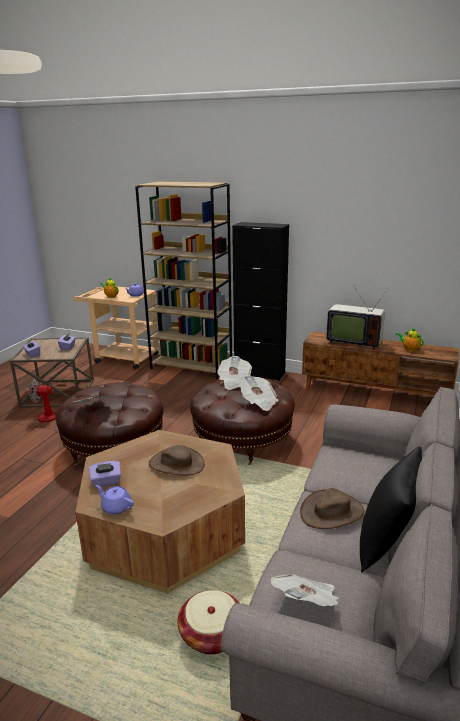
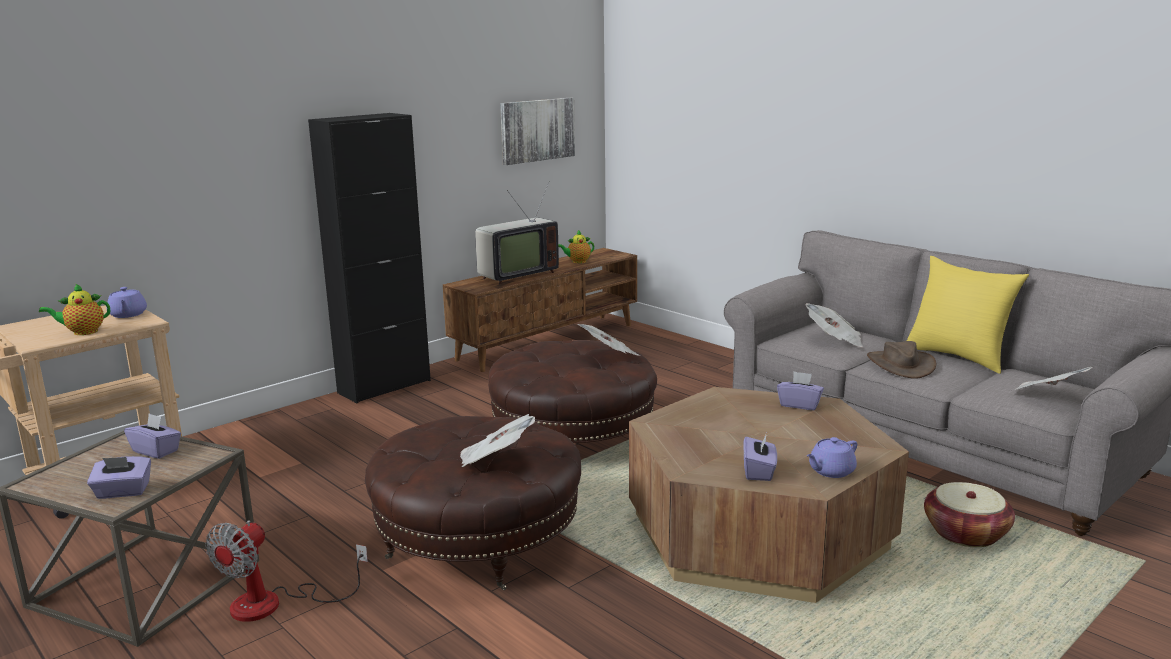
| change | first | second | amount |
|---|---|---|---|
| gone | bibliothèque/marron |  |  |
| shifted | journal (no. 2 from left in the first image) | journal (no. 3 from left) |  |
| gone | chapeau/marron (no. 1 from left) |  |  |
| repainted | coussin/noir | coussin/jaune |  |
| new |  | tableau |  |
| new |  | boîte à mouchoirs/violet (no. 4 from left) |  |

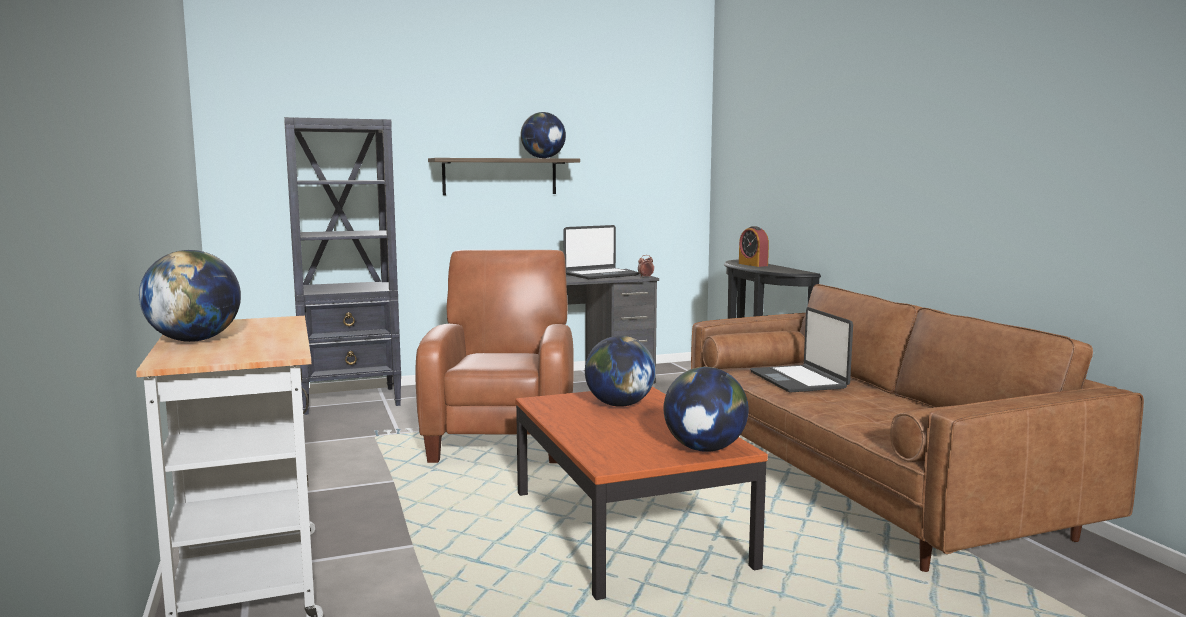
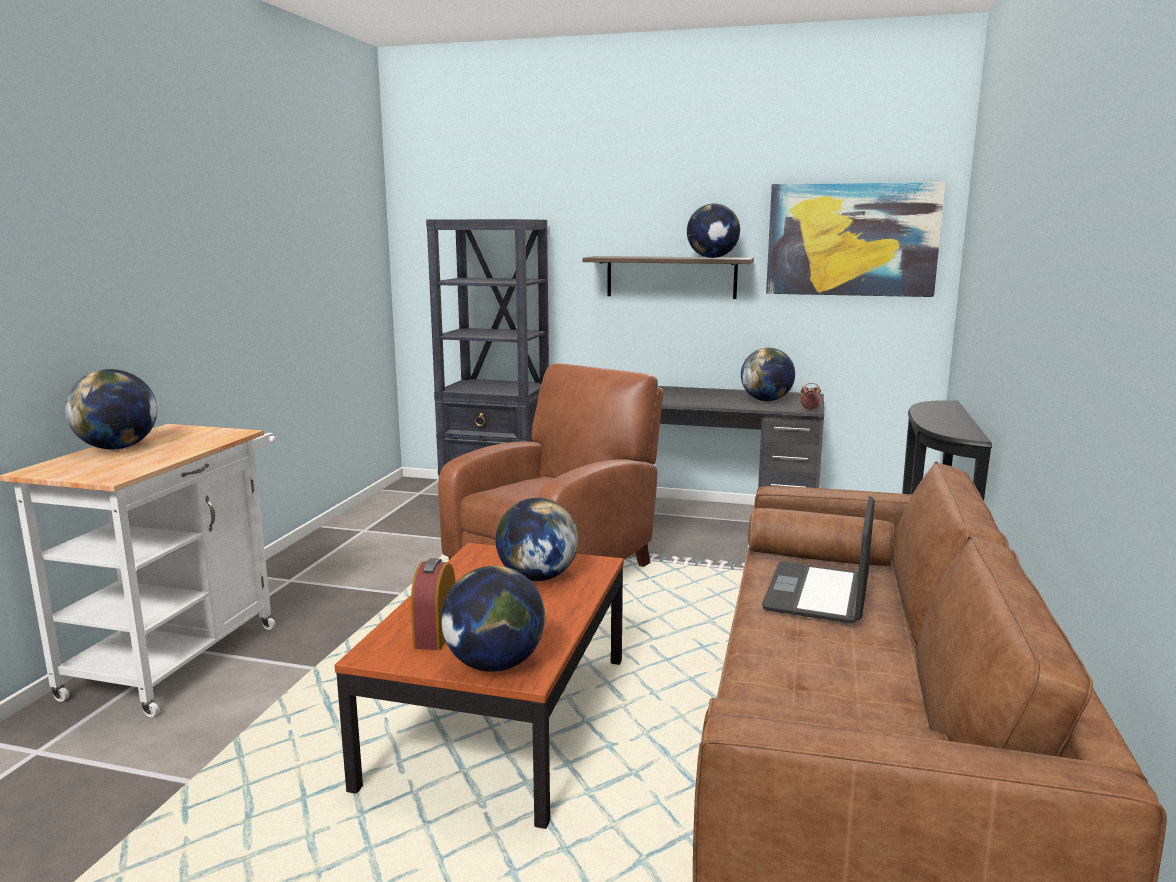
| change | first | second | amount |
|---|---|---|---|
| swapped | ordinateur portable (no. 1 from left) | globe (no. 5 from left) |  |
| shifted | réveil (no. 2 from left in the first image) | réveil (no. 1 from left) |  |
| new |  | tableau |  |

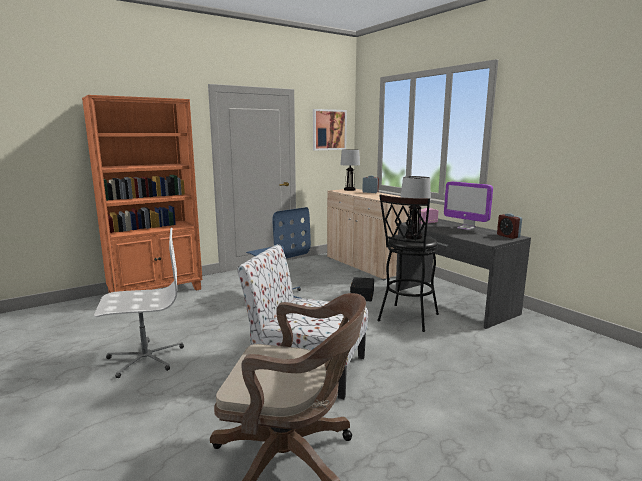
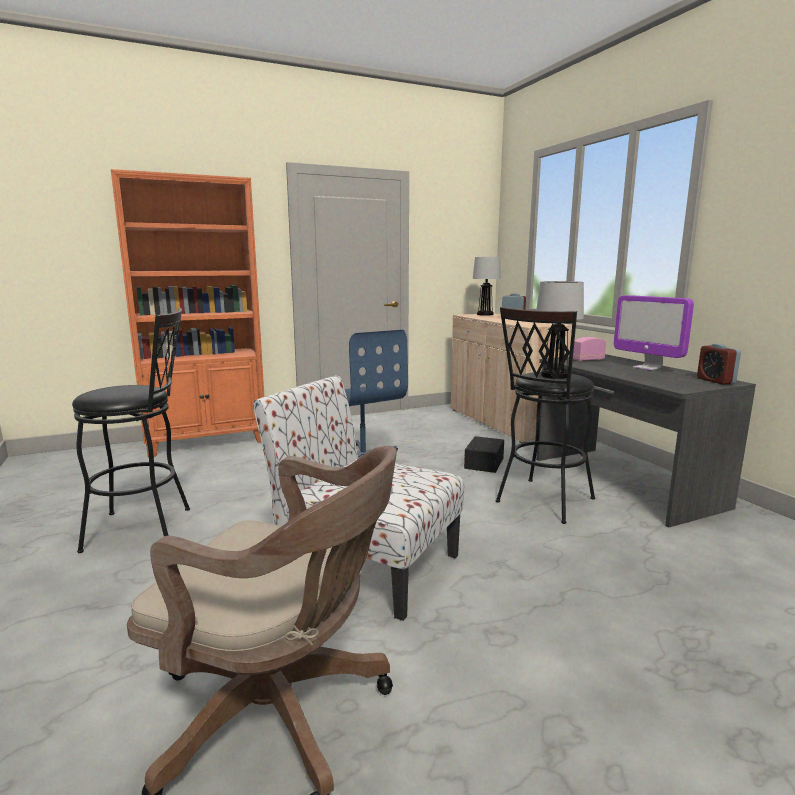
| change | first | second | amount |
|---|---|---|---|
| gone | tableau |  |  |
| swapped | chaise de bureau/blanc | tabouret/noir (no. 1 from left) |  |

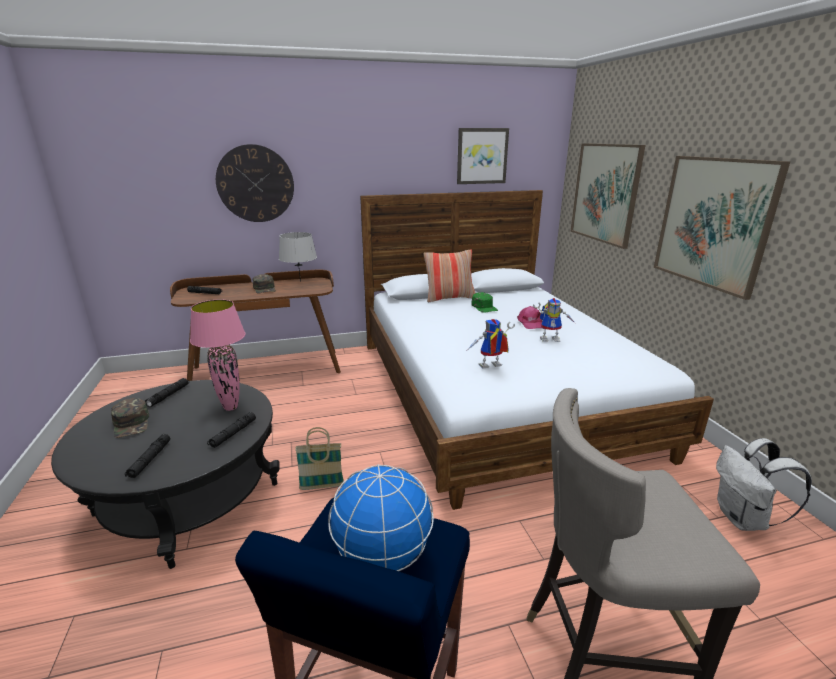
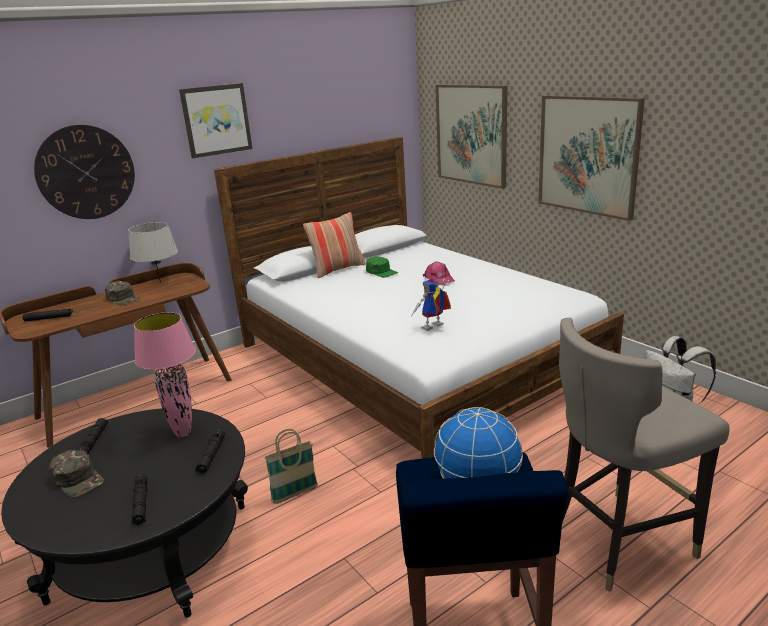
| change | first | second | amount |
|---|---|---|---|
| shifted | tableau (no. 1 from left) |  |  |
| gone | robot jouet (no. 2 from left) |  |  |

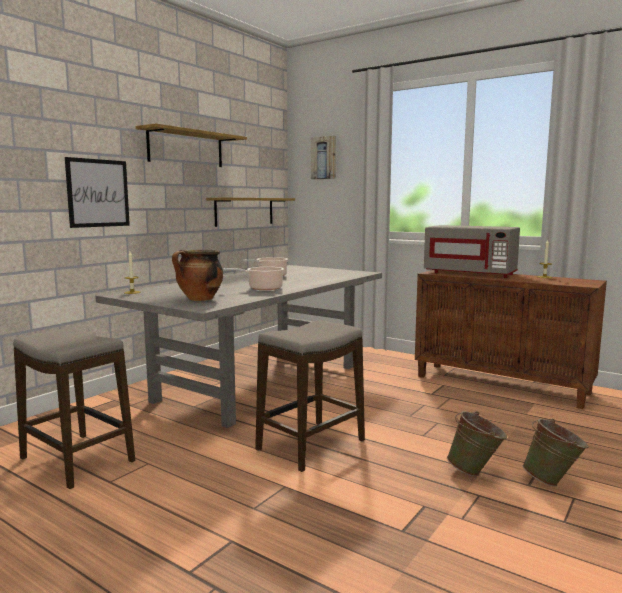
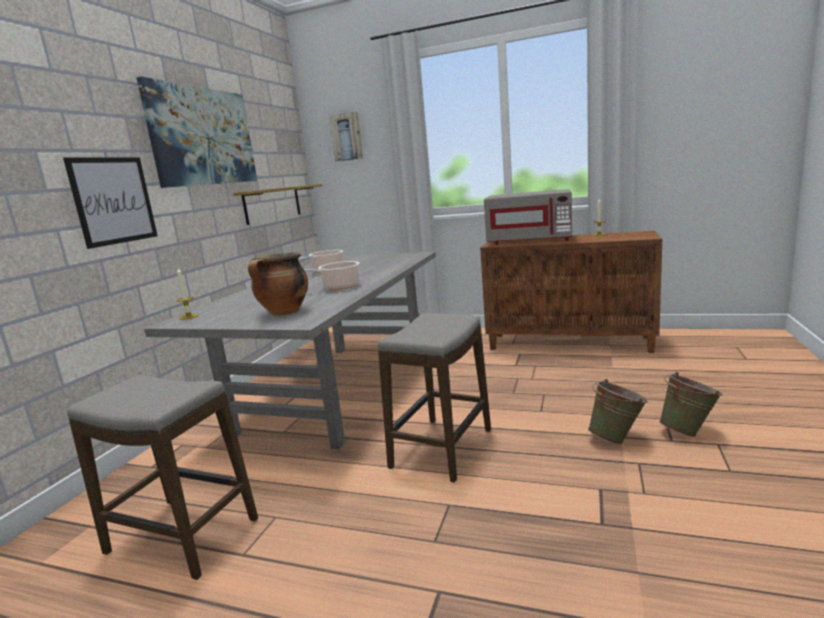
| change | first | second | amount |
|---|---|---|---|
| swapped | étagère (no. 1 from left) | tableau (no. 2 from left) |  |

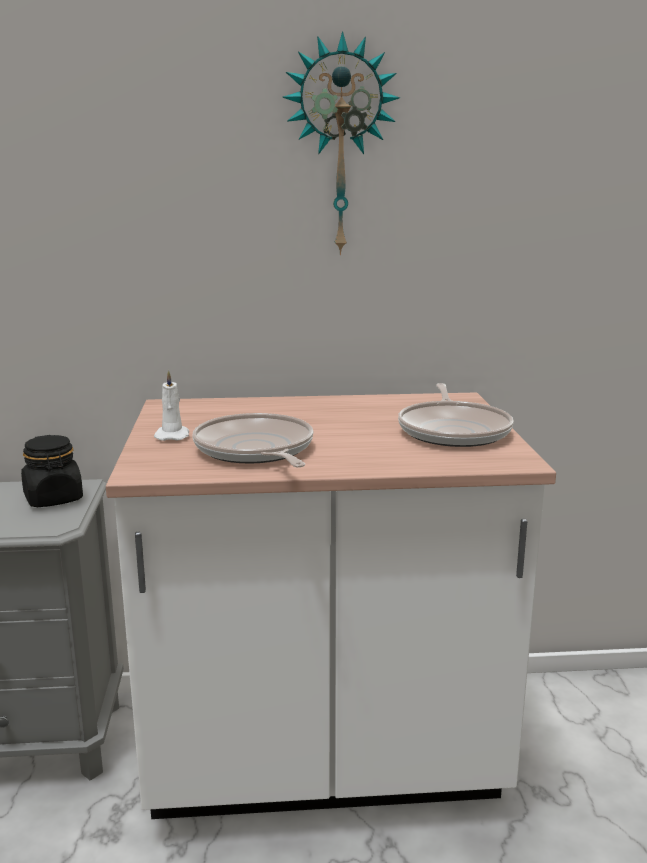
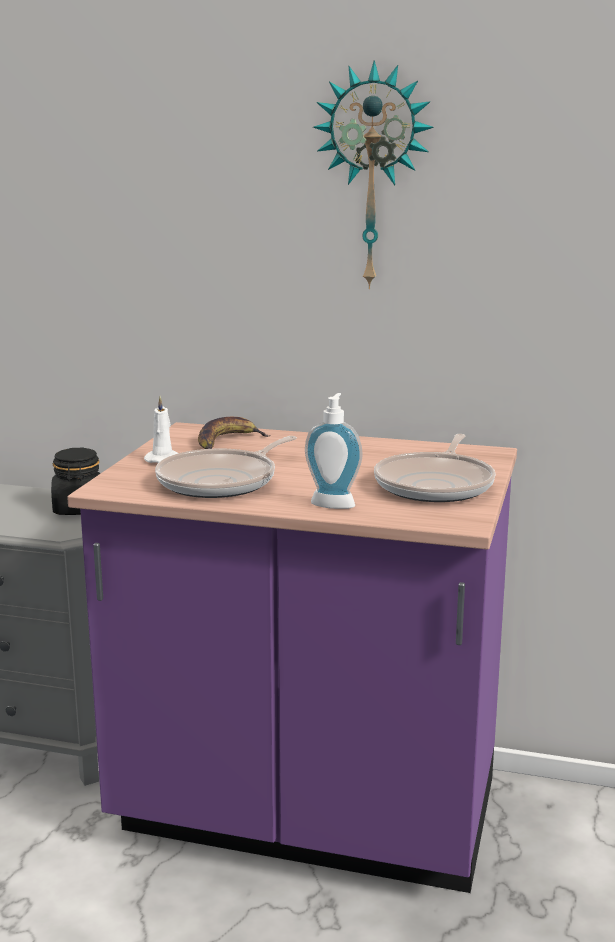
| change | first | second | amount |
|---|---|---|---|
| repainted | comptoir de cuisine/blanc | comptoir de cuisine/violet |  |
| rotated | poêle (no. 1 from left) |  | 135 degrees counterclockwise |
| new |  | distributeur de savon |  |
| new |  | banane |  |

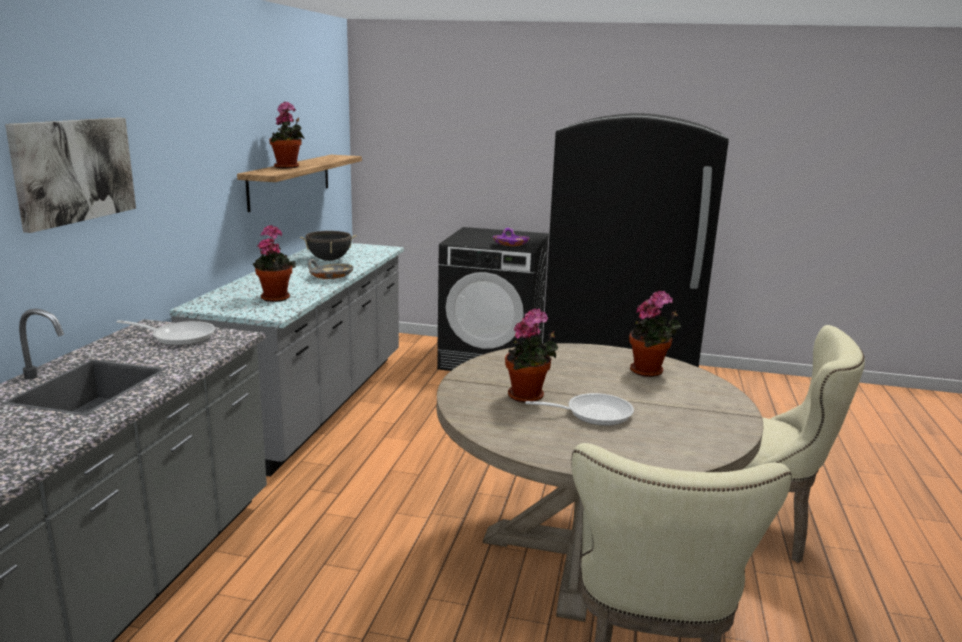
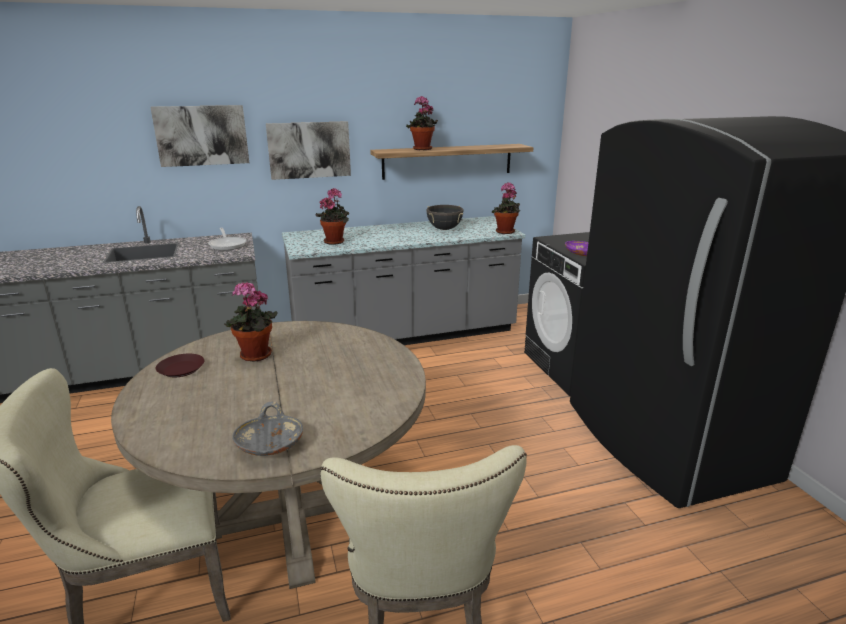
| change | first | second | amount |
|---|---|---|---|
| shifted | bol/gris |  |  |
| shifted | plante en pot (no. 4 from left) |  |  |
| gone | poêle (no. 2 from left) |  |  |
| new |  | tableau (no. 2 from left) |  |
| new |  | assiette/marron |  |

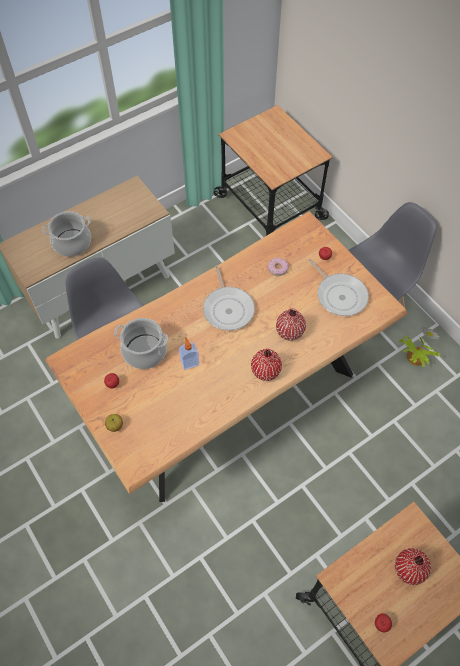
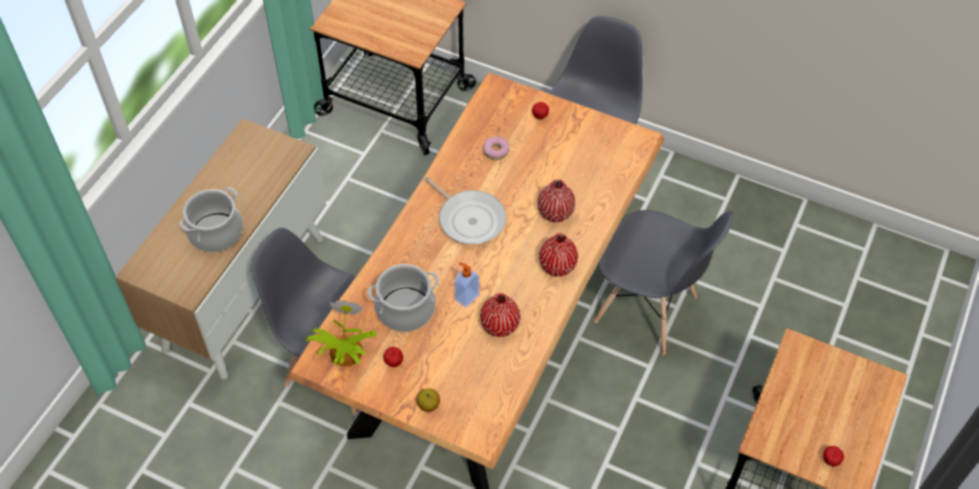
| change | first | second | amount |
|---|---|---|---|
| gone | poêle (no. 2 from left) |  |  |
| shifted | plante en pot |  |  |
| shifted | vase/rouge (no. 3 from left in the first image) | vase/rouge (no. 1 from left) |  |
| new |  | chaise/gris (no. 3 from left) |  |

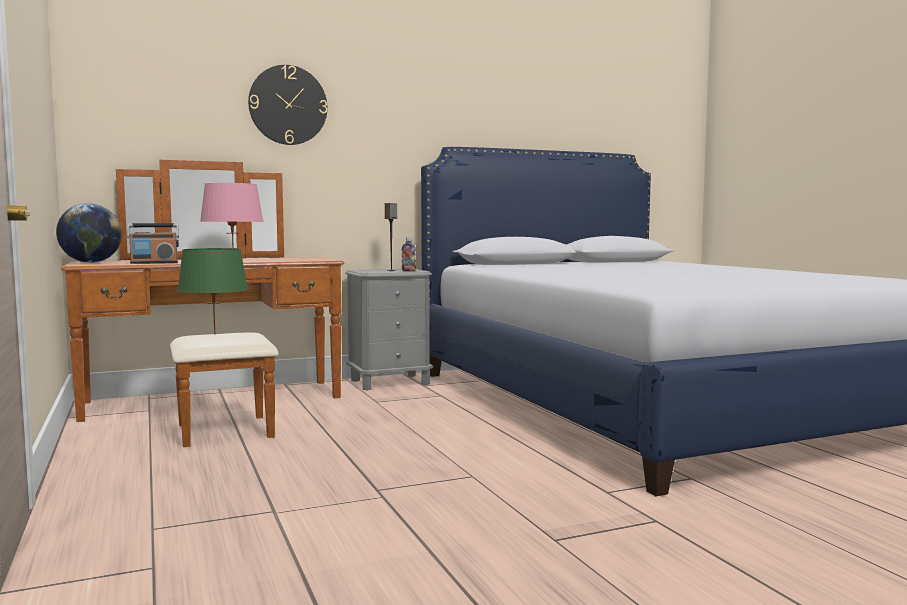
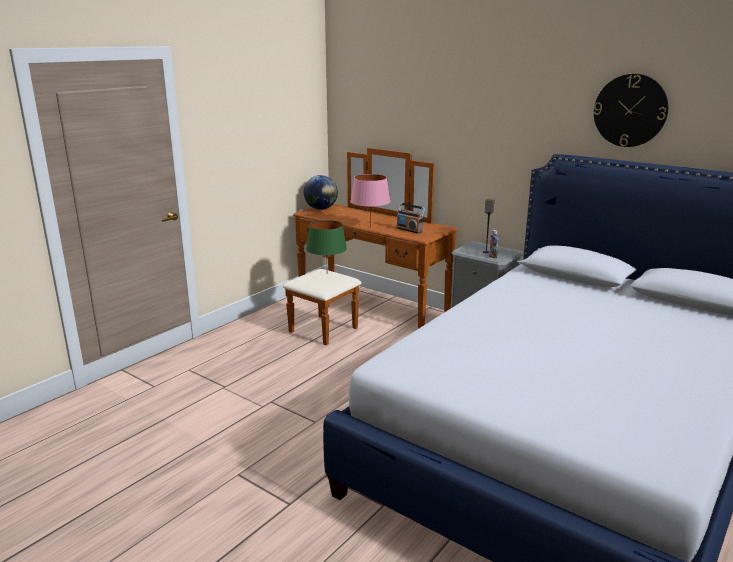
| change | first | second | amount |
|---|---|---|---|
| shifted | horloge murale |  |  |
| shifted | radio |  |  |

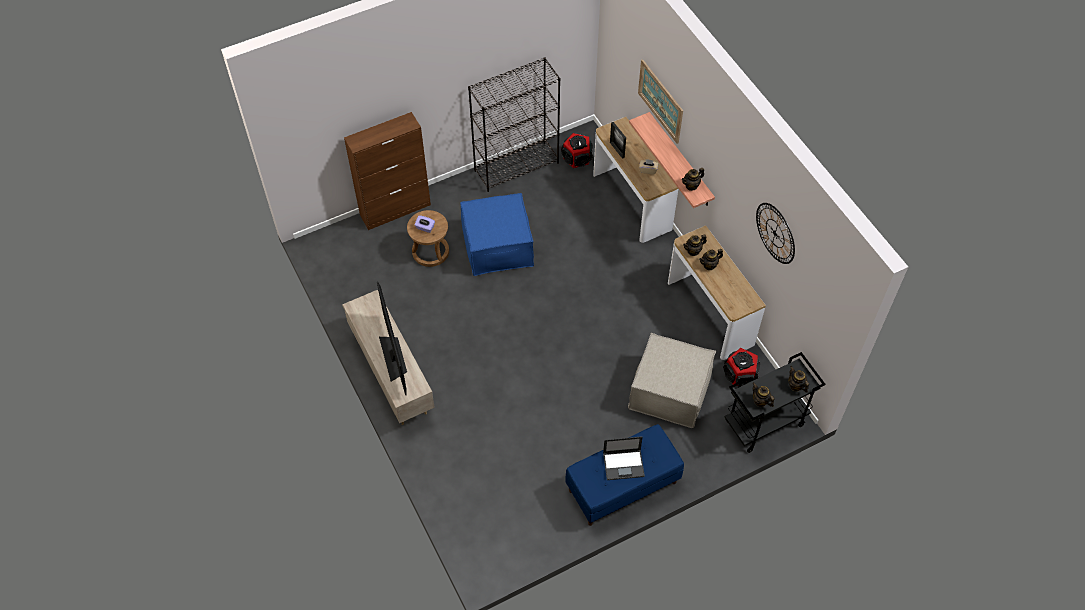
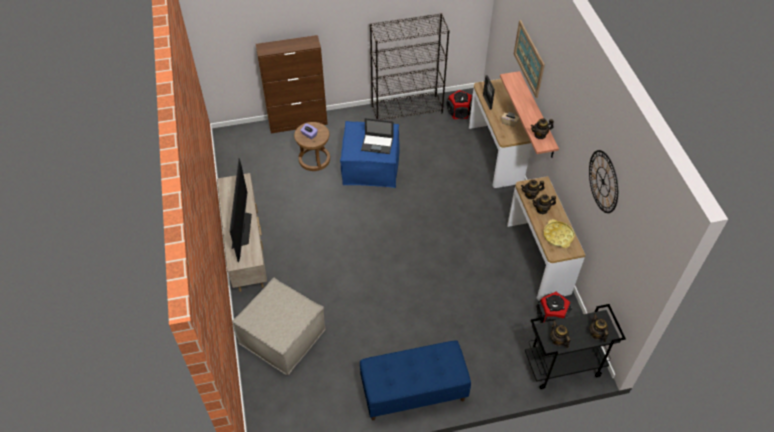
| change | first | second | amount |
|---|---|---|---|
| shifted | pouf/beige |  |  |
| shifted | ordinateur portable |  |  |
| new |  | plateau/jaune |  |

